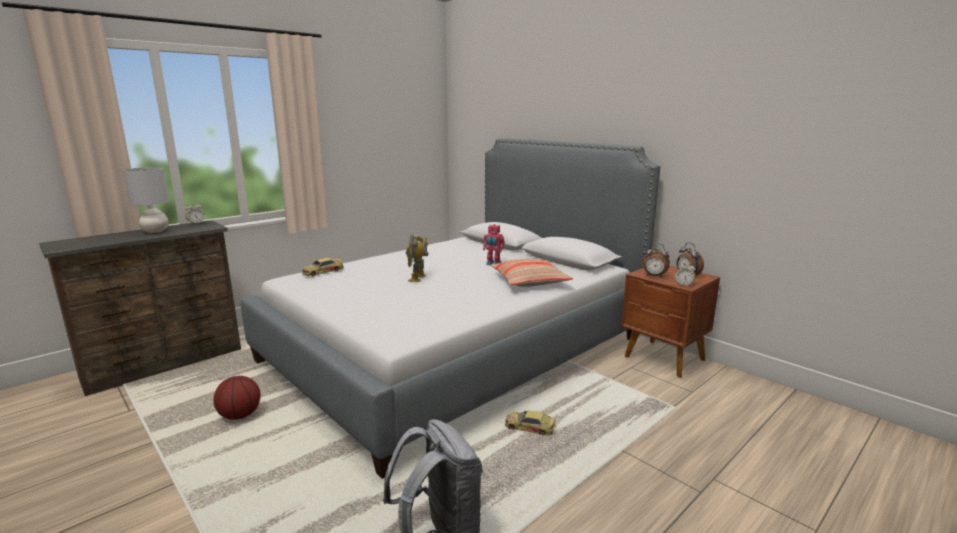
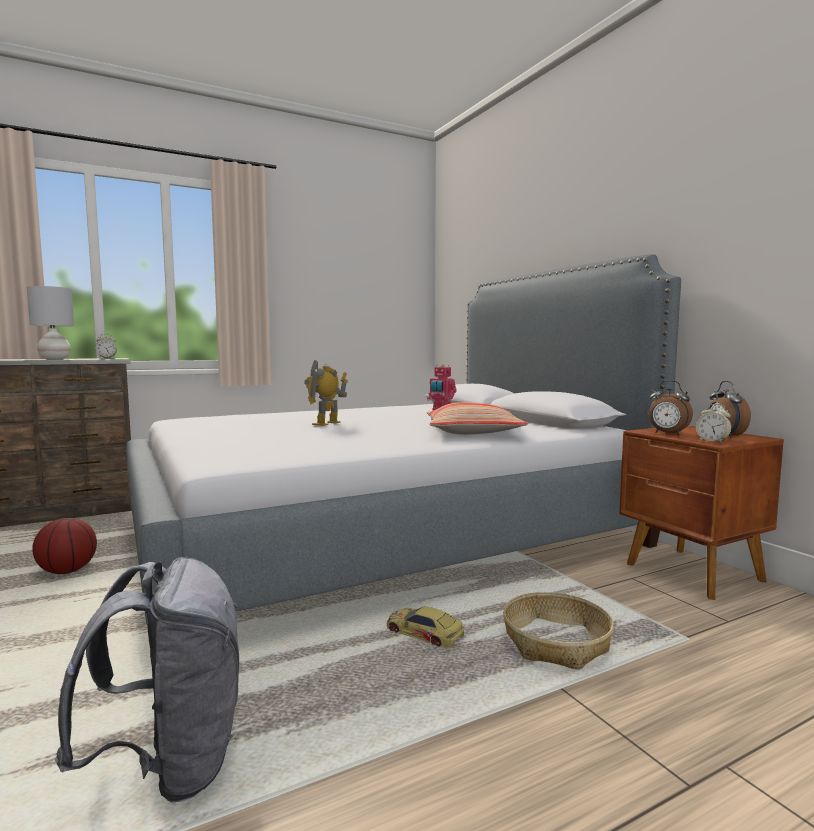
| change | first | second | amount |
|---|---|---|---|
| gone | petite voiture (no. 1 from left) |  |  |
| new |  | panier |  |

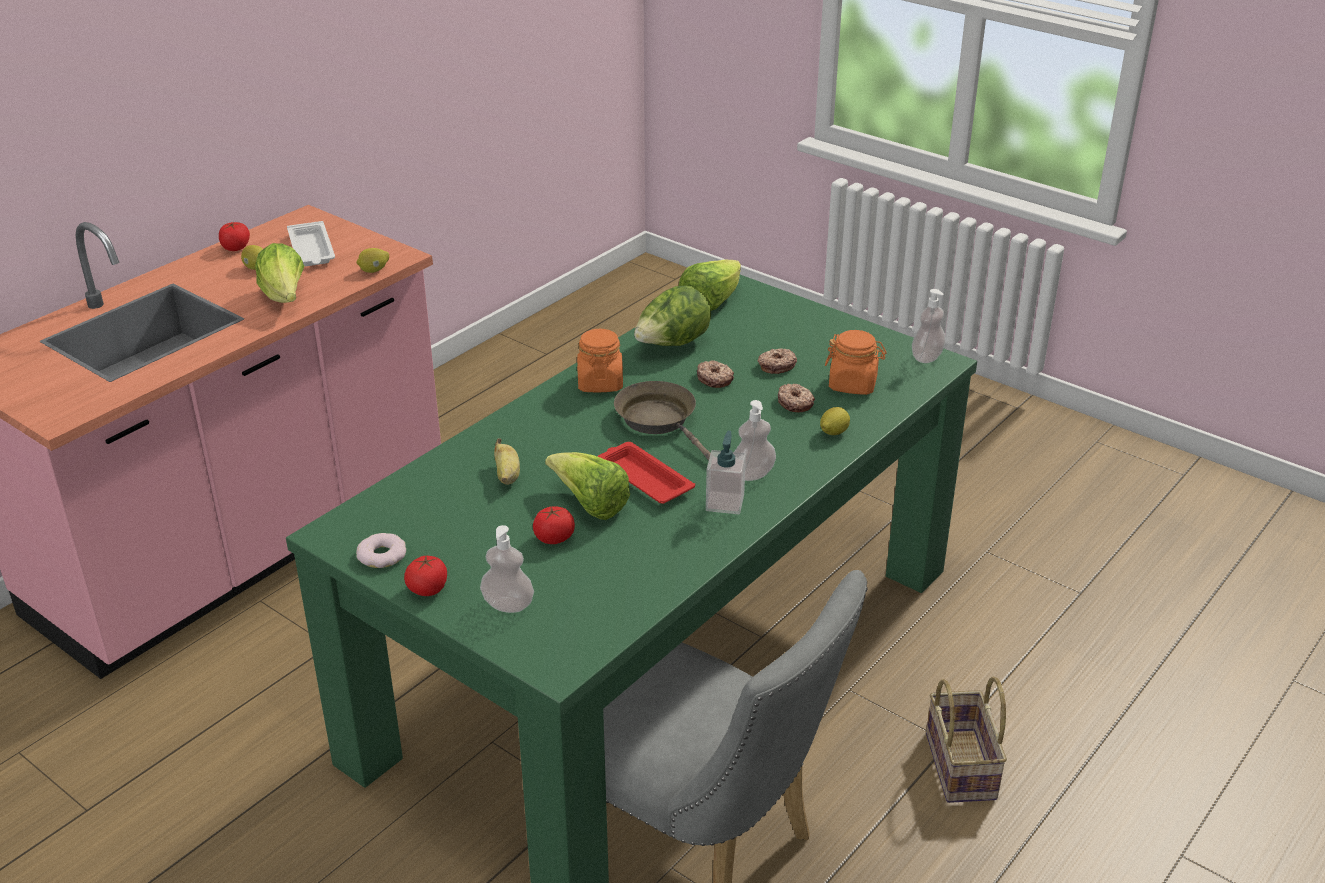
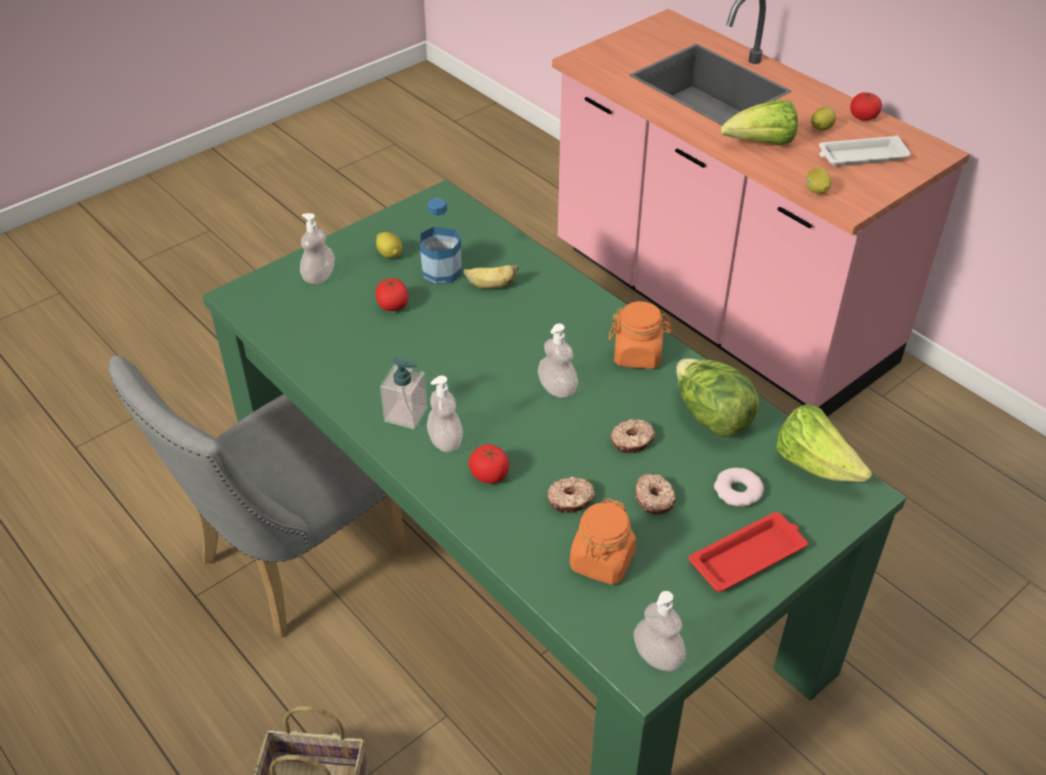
| change | first | second | amount |
|---|---|---|---|
| swapped | poêle/marron | distributeur de savon (no. 4 from left) |  |
| shifted | citron (no. 3 from left in the first image) | citron (no. 1 from left) |  |
| shifted | plateau/rouge |  |  |
| gone | laitue (no. 2 from left) |  |  |
| shifted | beignet (no. 1 from left in the first image) | beignet (no. 4 from left) |  |
| shifted | tomate (no. 2 from left) |  |  |
| new |  | bouteille |  |

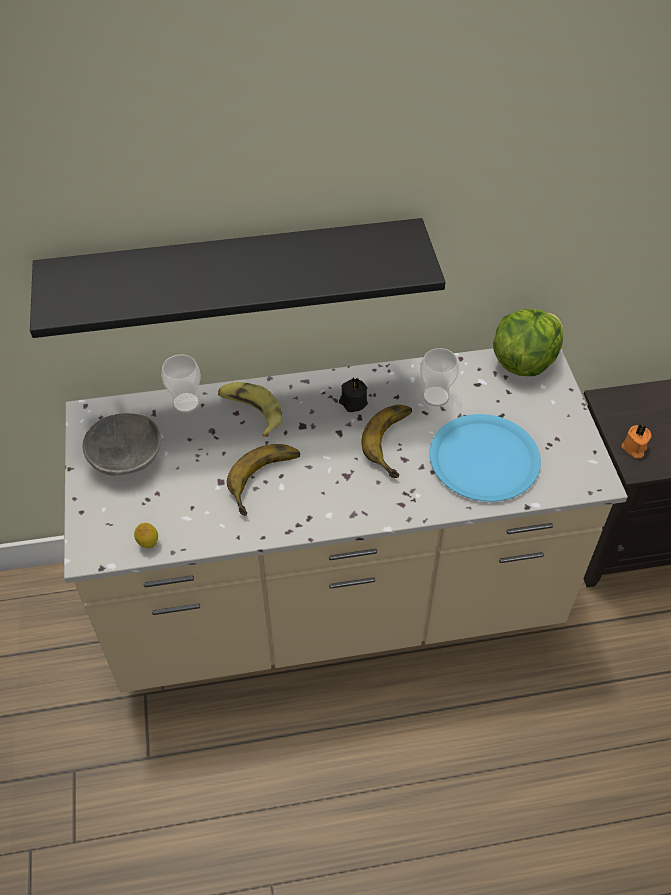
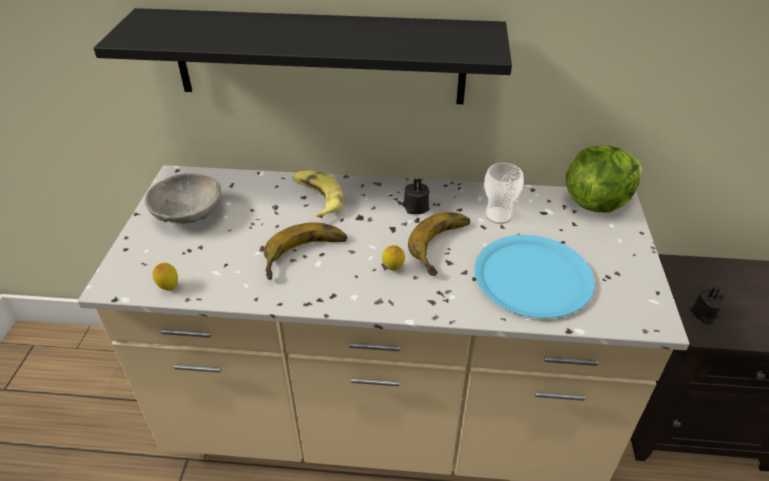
| change | first | second | amount |
|---|---|---|---|
| gone | tasse (no. 1 from left) |  |  |
| repainted | bougie/orange | bougie/noir (no. 2 from left) |  |
| new |  | citron (no. 2 from left) |  |

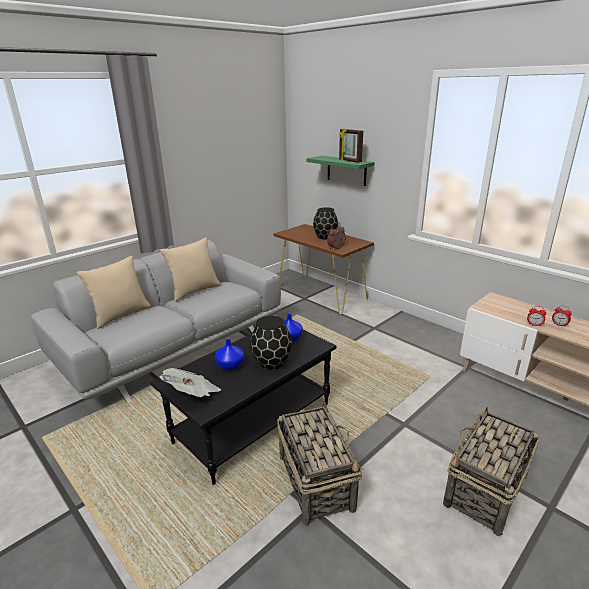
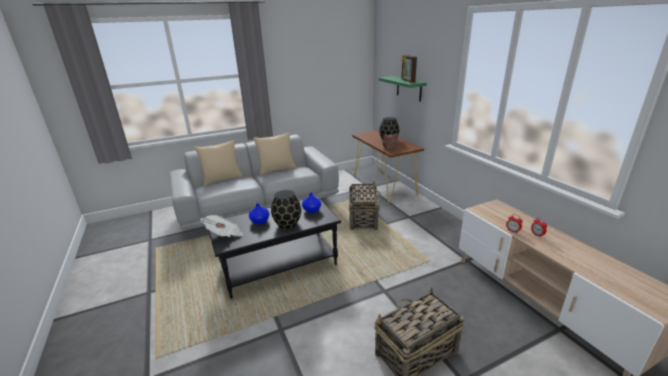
| change | first | second | amount |
|---|---|---|---|
| shifted | panier (no. 1 from left) |  |  |

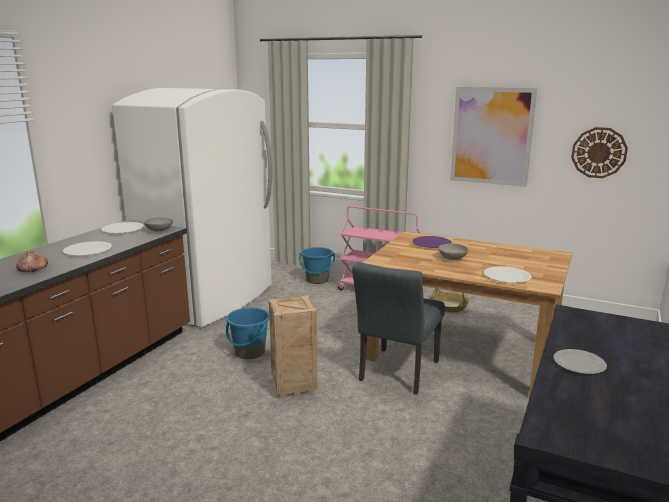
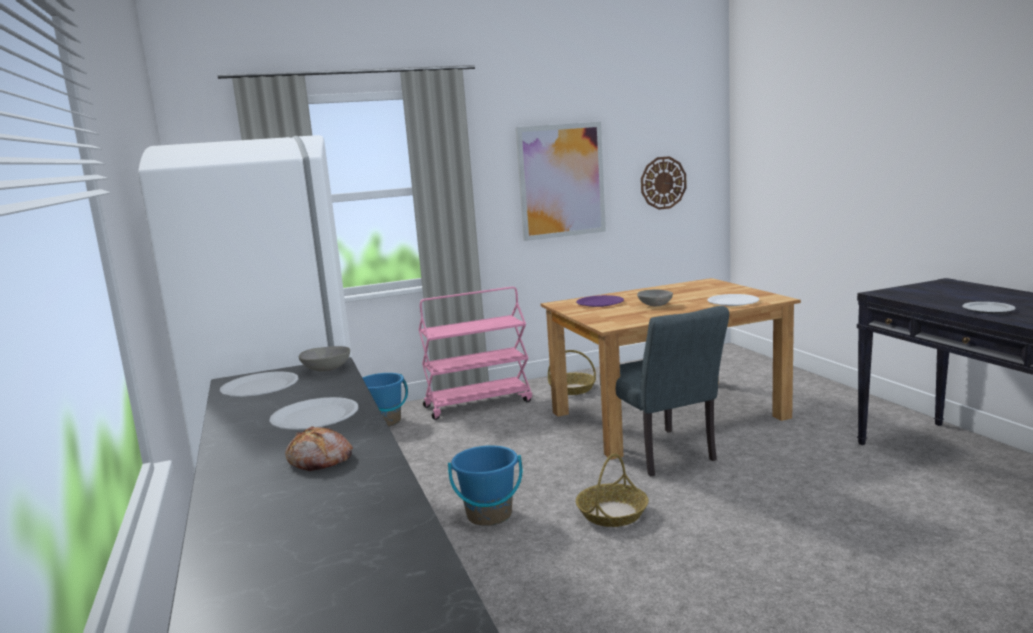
| change | first | second | amount |
|---|---|---|---|
| swapped | caisse | panier (no. 2 from left) |  |

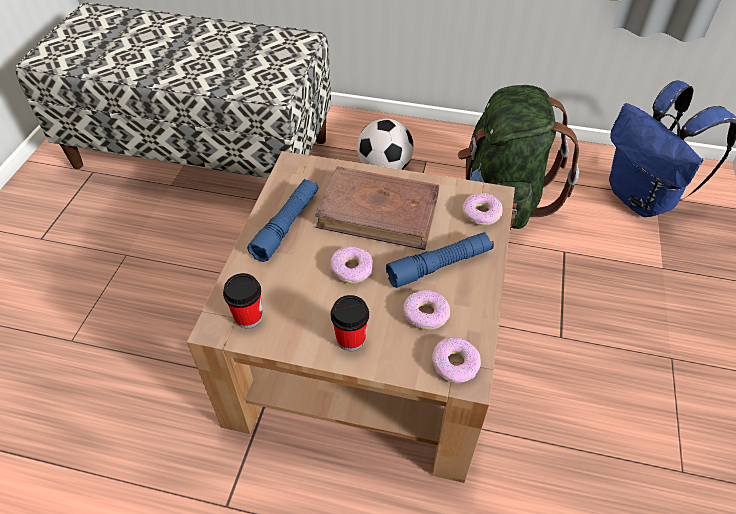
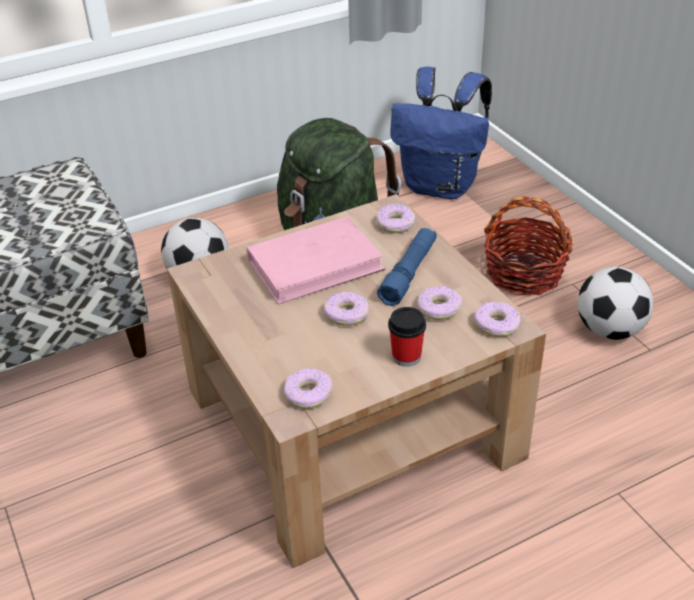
| change | first | second | amount |
|---|---|---|---|
| repainted | livre/marron | livre/rose |  |
| gone | lampe de poche/bleu (no. 1 from left) |  |  |
| swapped | tasse (no. 1 from left) | beignet (no. 1 from left) |  |
| new |  | panier |  |
| new |  | ballon de foot (no. 2 from left) |  |

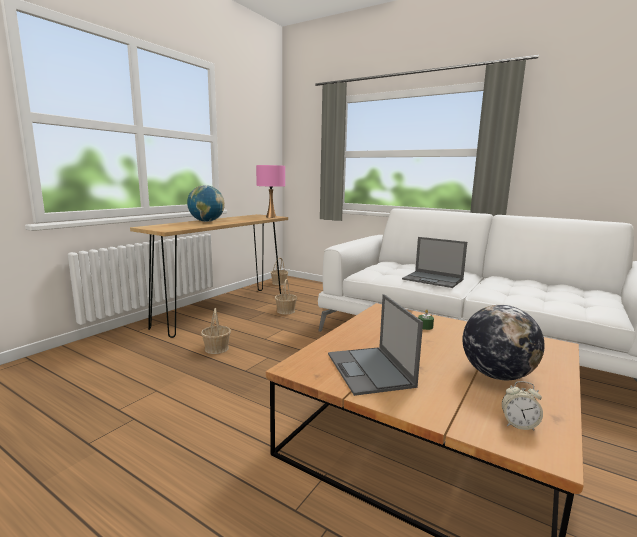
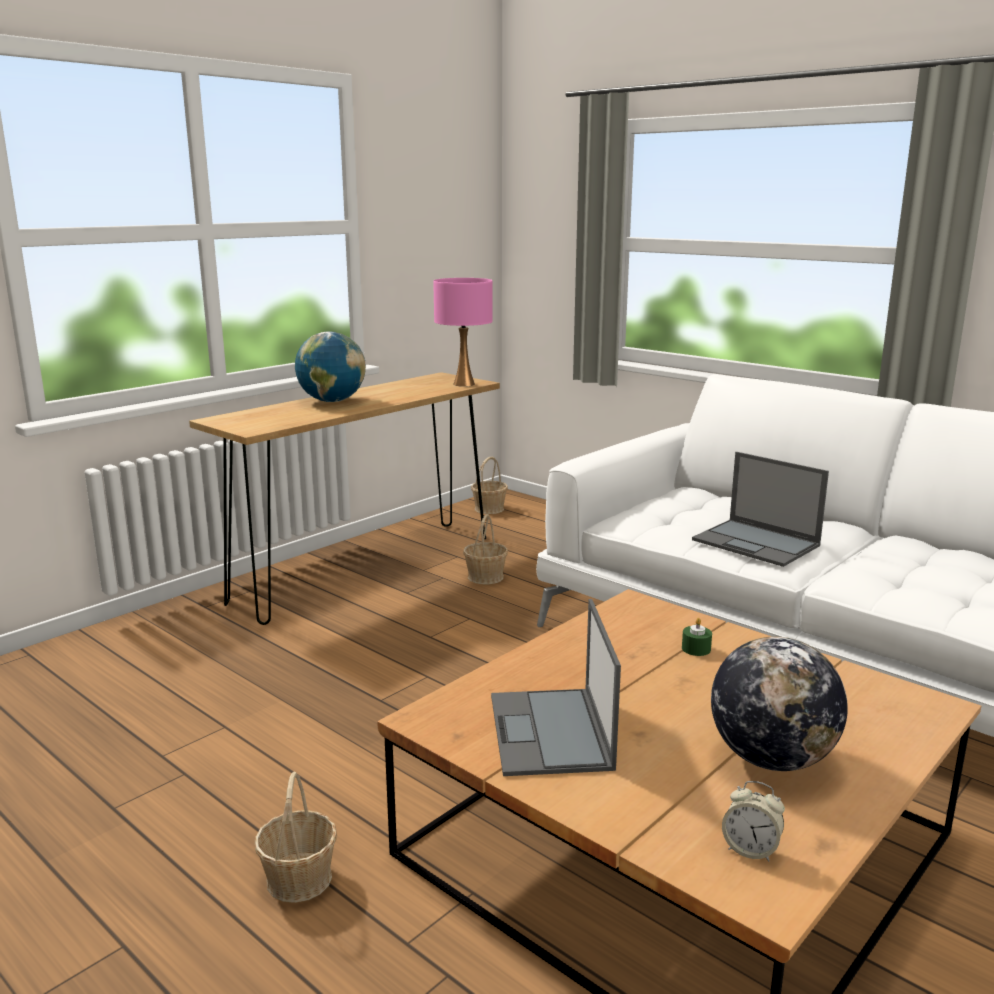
| change | first | second | amount |
|---|---|---|---|
| shifted | panier (no. 1 from left) |  |  |

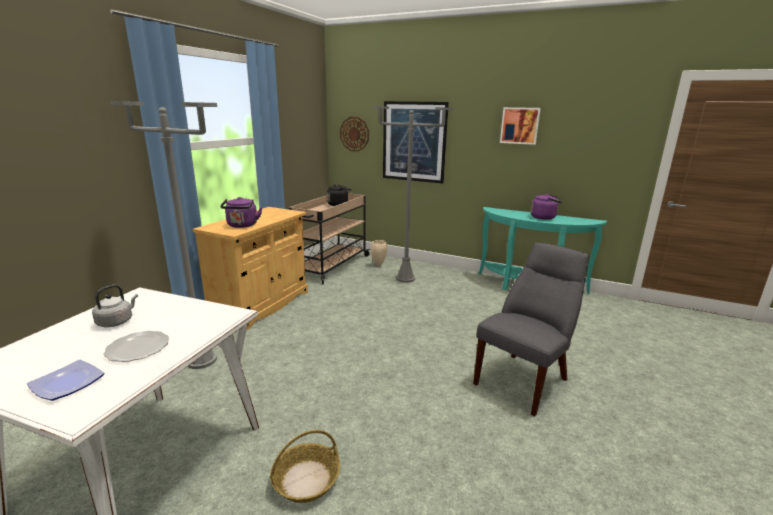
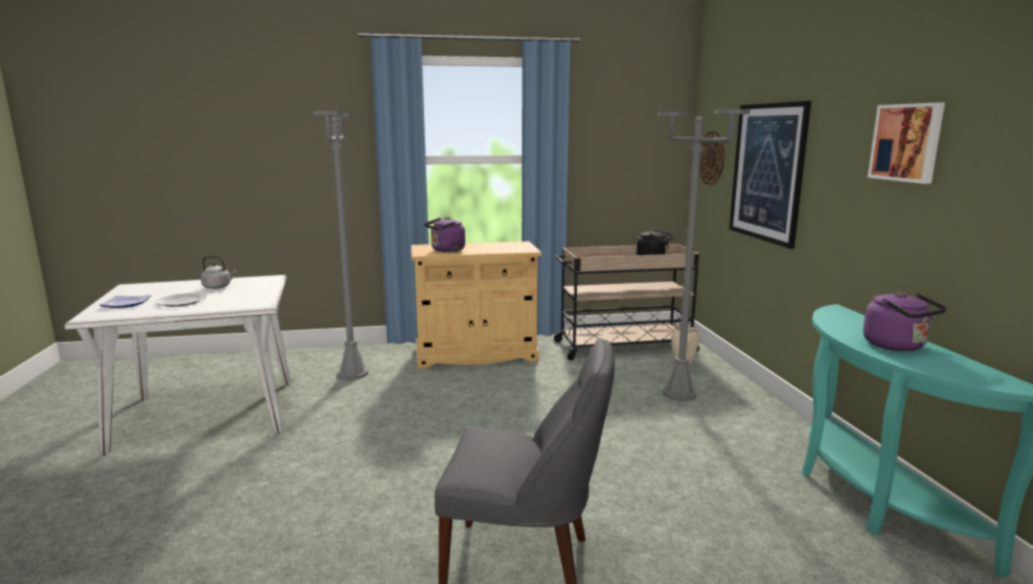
| change | first | second | amount |
|---|---|---|---|
| gone | panier |  |  |

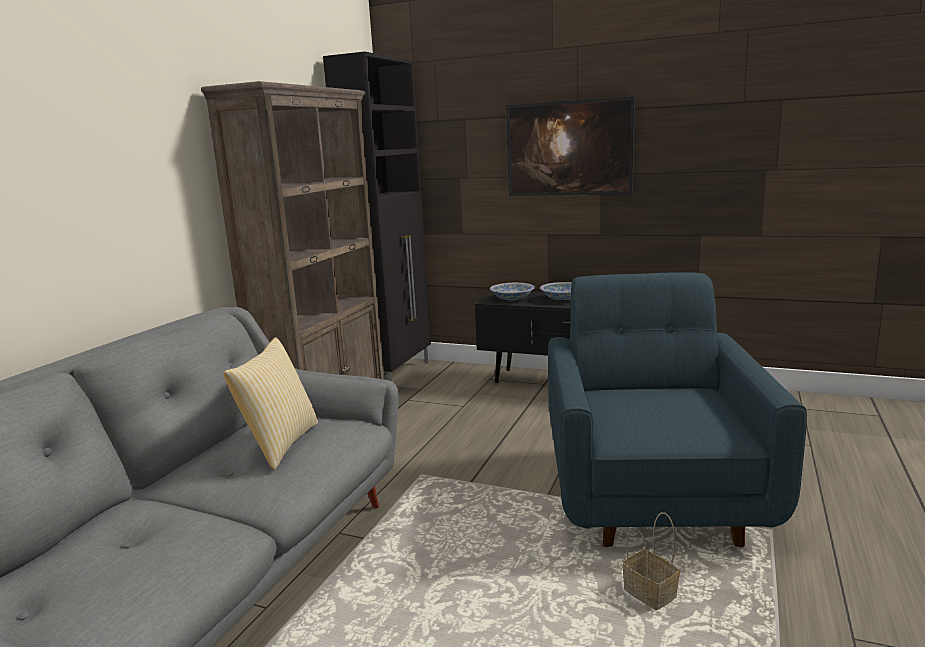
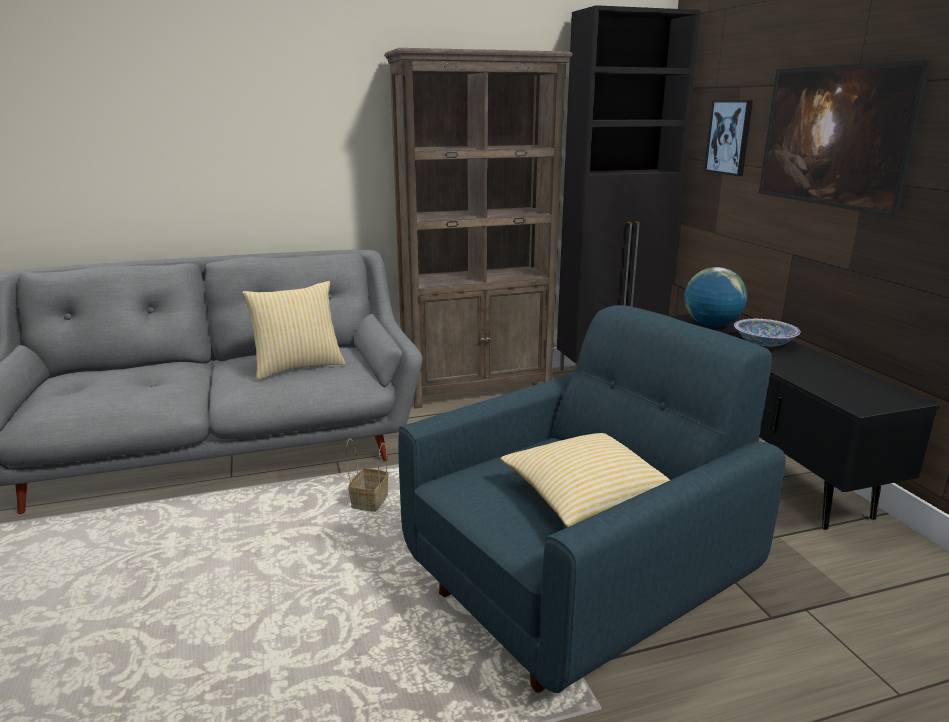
| change | first | second | amount |
|---|---|---|---|
| swapped | bol (no. 1 from left) | globe |  |
| shifted | panier |  |  |
| new |  | tableau (no. 1 from left) |  |
| new |  | coussin (no. 2 from left) |  |

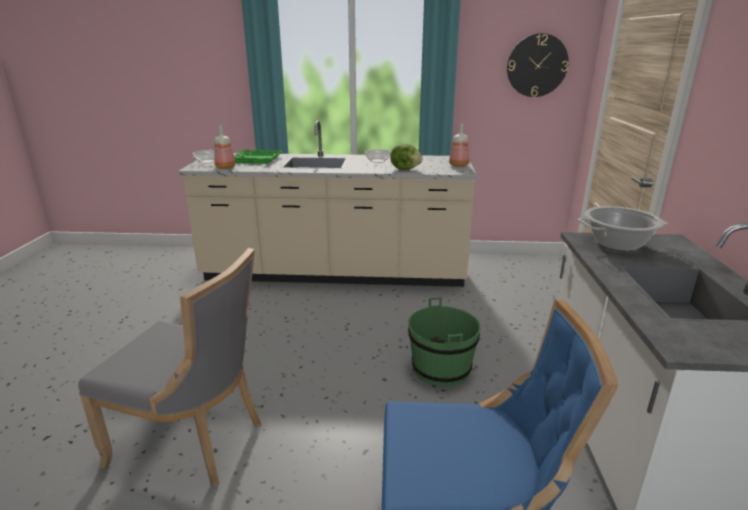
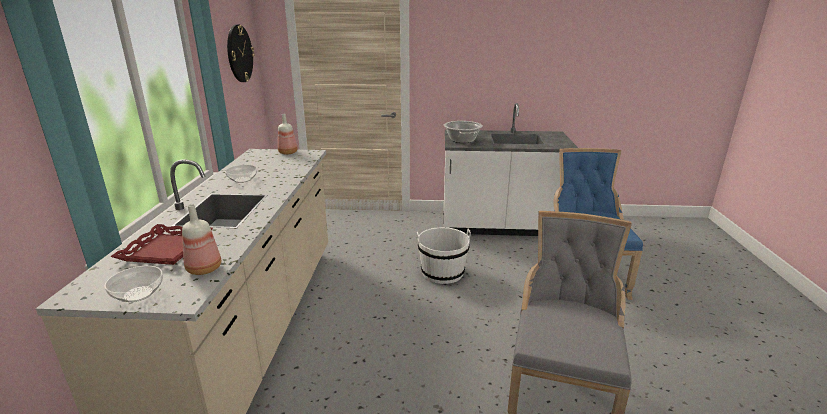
| change | first | second | amount |
|---|---|---|---|
| gone | laitue |  |  |
| repainted | plateau/vert | plateau/rouge |  |
| repainted | seau/vert | seau/blanc |  |

